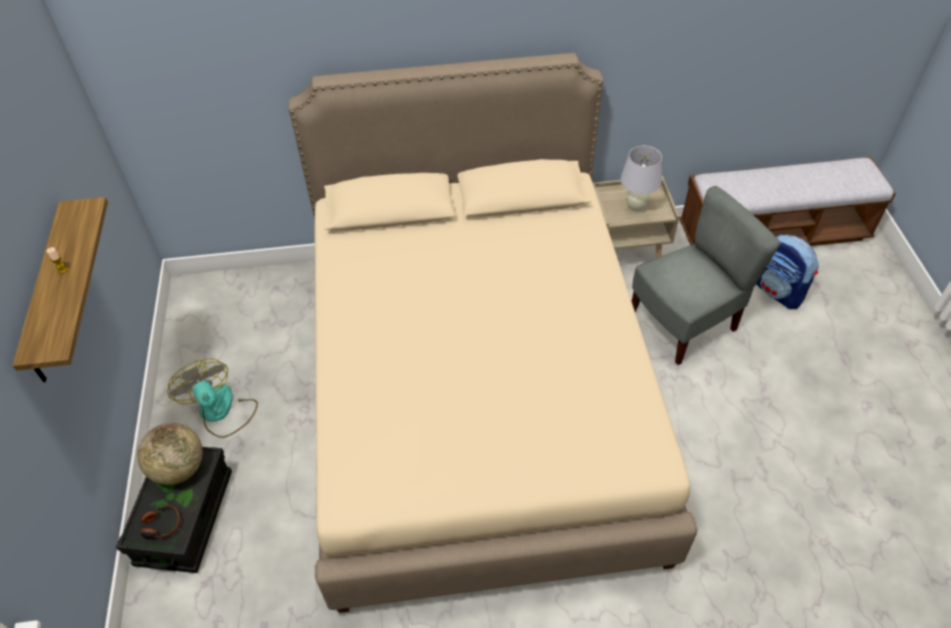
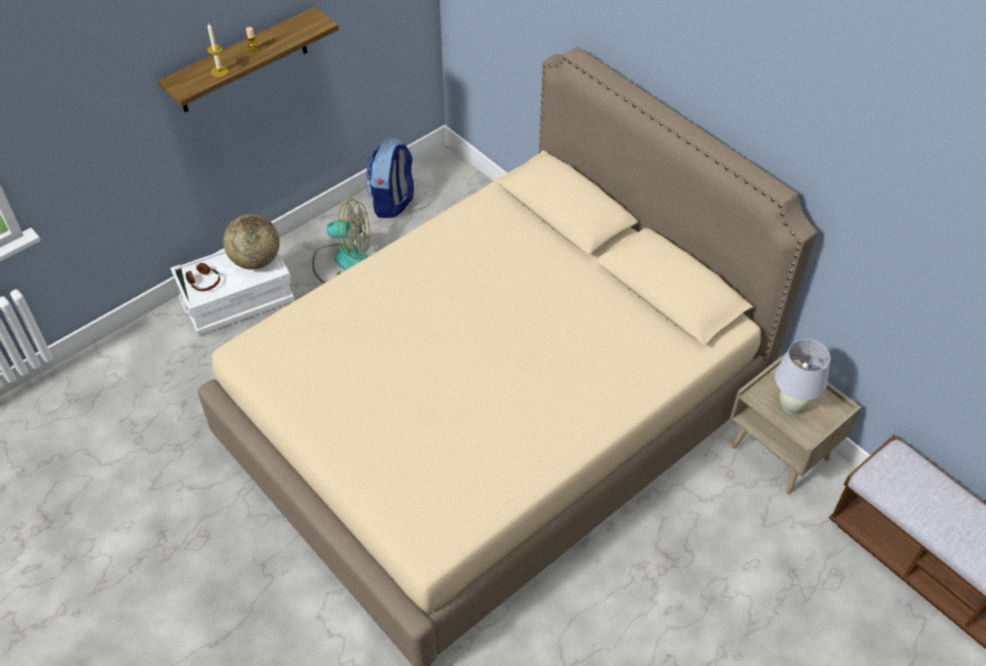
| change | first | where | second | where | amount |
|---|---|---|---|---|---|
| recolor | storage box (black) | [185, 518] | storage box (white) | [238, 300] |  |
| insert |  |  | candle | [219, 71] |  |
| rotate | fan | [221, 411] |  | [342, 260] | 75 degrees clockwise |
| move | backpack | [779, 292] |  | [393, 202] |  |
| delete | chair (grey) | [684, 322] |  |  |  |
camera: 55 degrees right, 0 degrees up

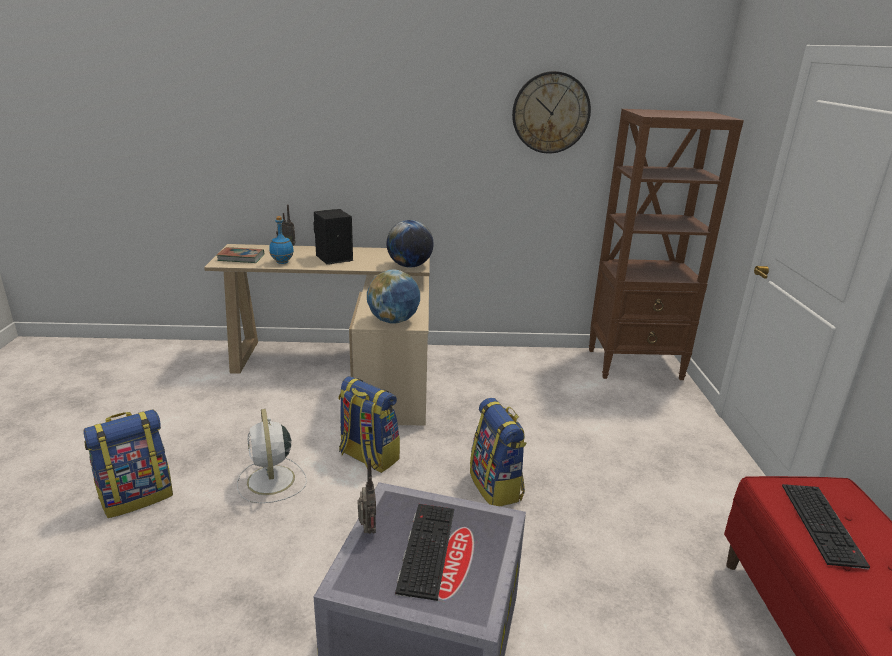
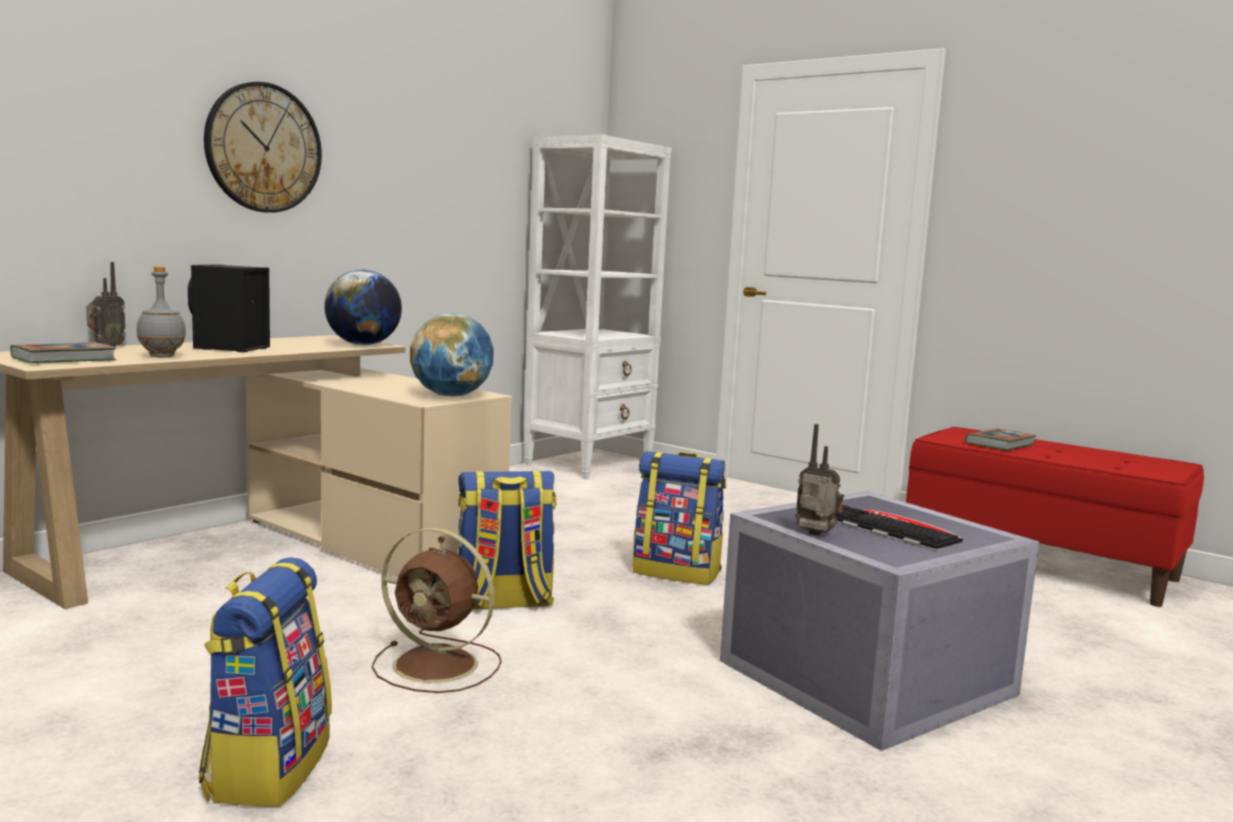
| change | first | where | second | where | amount |
|---|---|---|---|---|---|
| recolor | bottle (blue) | [282, 262] | bottle (grey) | [163, 356] |  |
| move | wall clock | [551, 113] |  | [263, 148] |  |
| recolor | fan (white) | [271, 481] | fan (brown) | [439, 665] |  |
| recolor | bookcase (brown) | [635, 364] | bookcase (white) | [589, 463] |  |
| replace | keyboard | [824, 525] | book | [1000, 444] |  |
camera: 50 degrees left, 15 degrees down

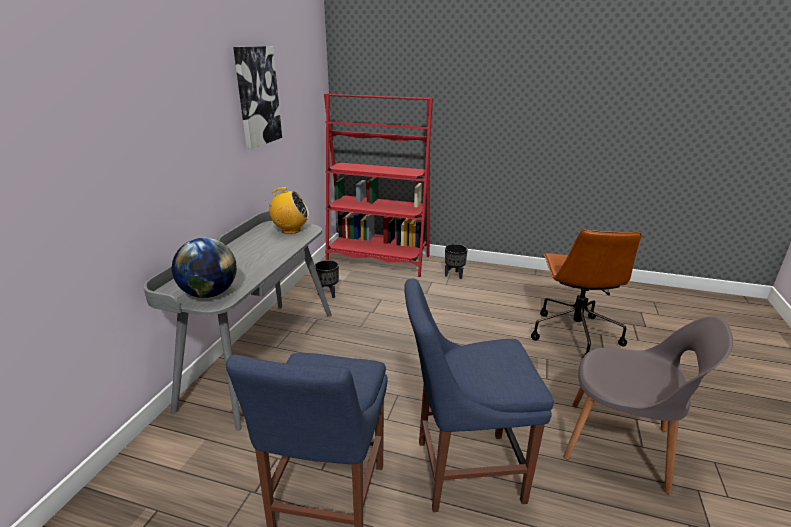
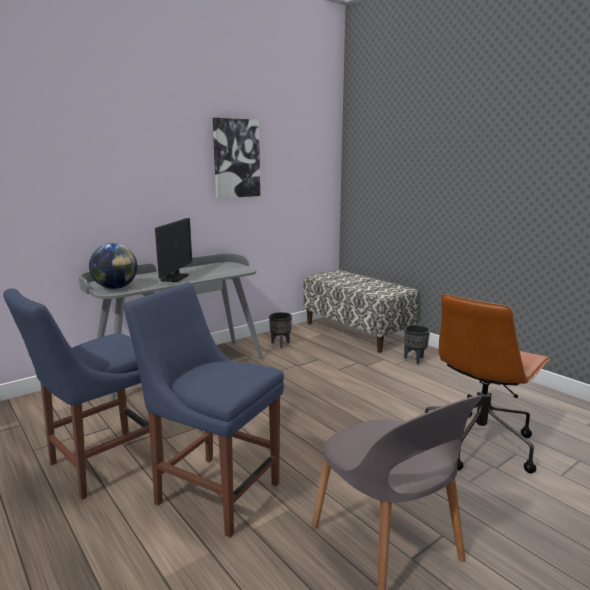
| change | first | where | second | where | amount |
|---|---|---|---|---|---|
| insert |  |  | monitor | [174, 278] |  |
| replace | bookcase (red) | [378, 260] | bench | [357, 332] |  |
| delete | radio | [290, 230] |  |  |  |
camera: 35 degrees right, 10 degrees down

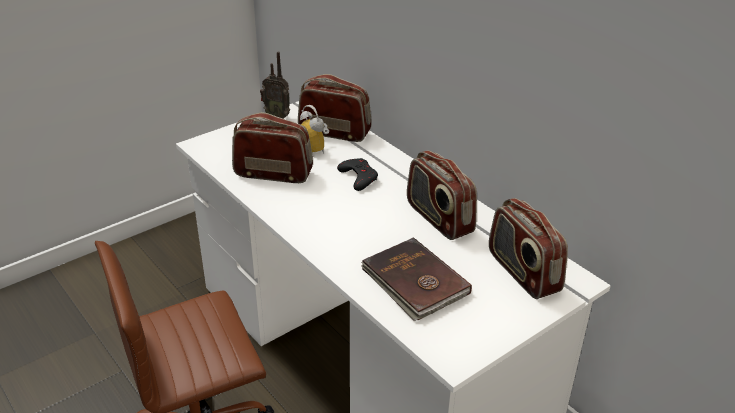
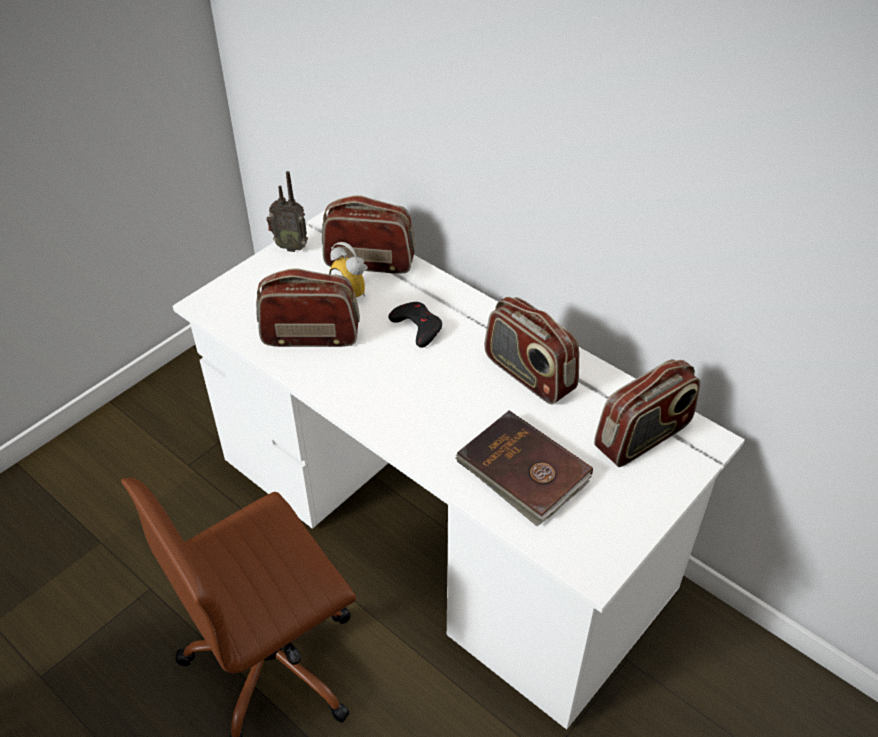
| change | first | where | second | where | amount |
|---|---|---|---|---|---|
| rotate | radio | [522, 272] |  | [643, 437] | 90 degrees counterclockwise |
camera: 10 degrees left, 10 degrees up

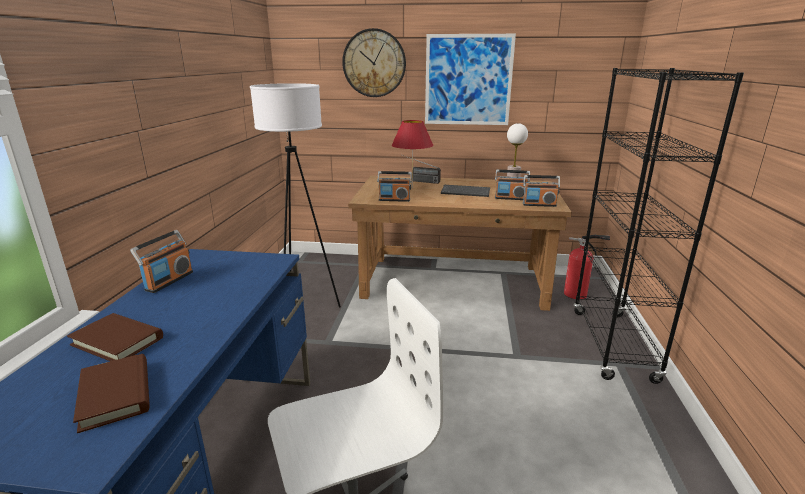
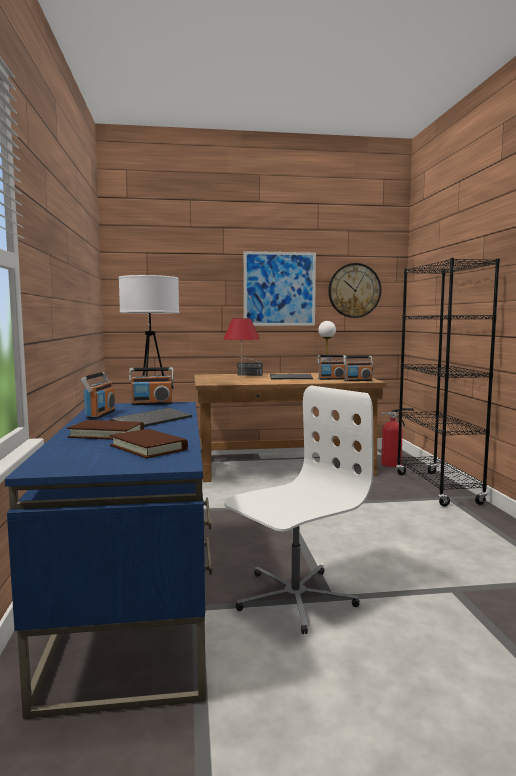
| change | first | where | second | where | amount |
|---|---|---|---|---|---|
| insert |  |  | keyboard | [152, 420] |  |
| move | radio | [394, 200] |  | [152, 404] |  |
| move | wall clock | [374, 63] |  | [354, 290] |  |
camera: 15 degrees left, 15 degrees down

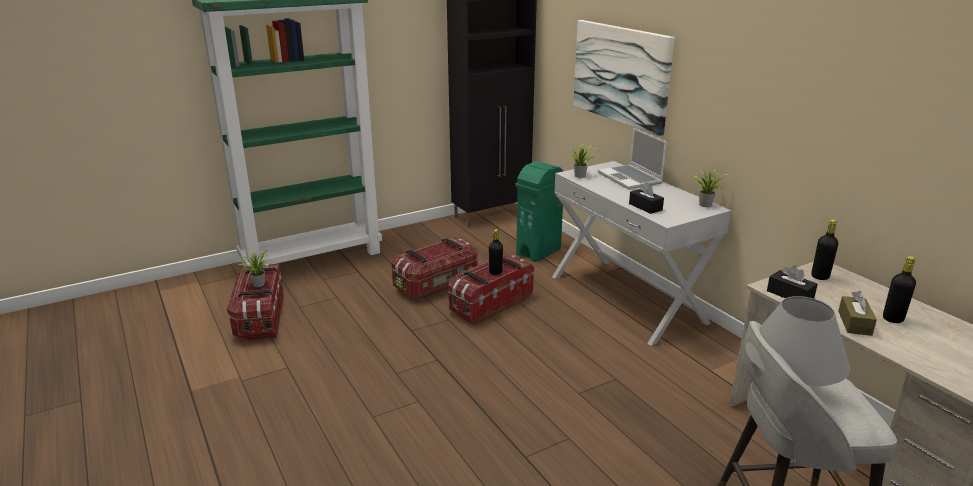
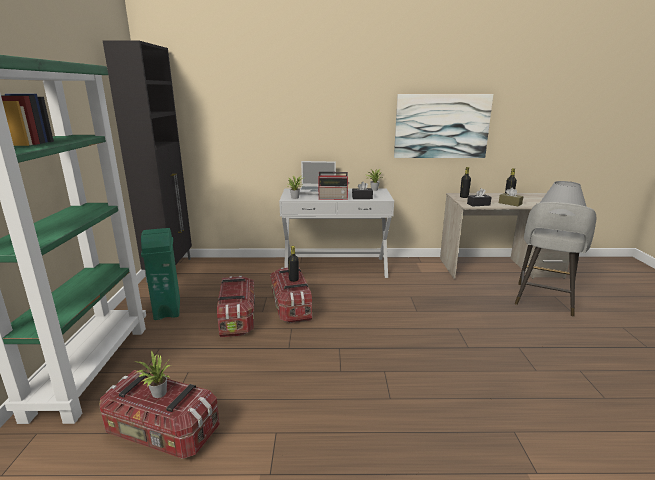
| change | first | where | second | where | amount |
|---|---|---|---|---|---|
| move | trash can (green) | [539, 252] |  | [167, 309] |  |
| insert |  |  | radio | [334, 198] |  |
| move | picture | [621, 74] |  | [441, 126] |  |
camera: 60 degrees left, 5 degrees down

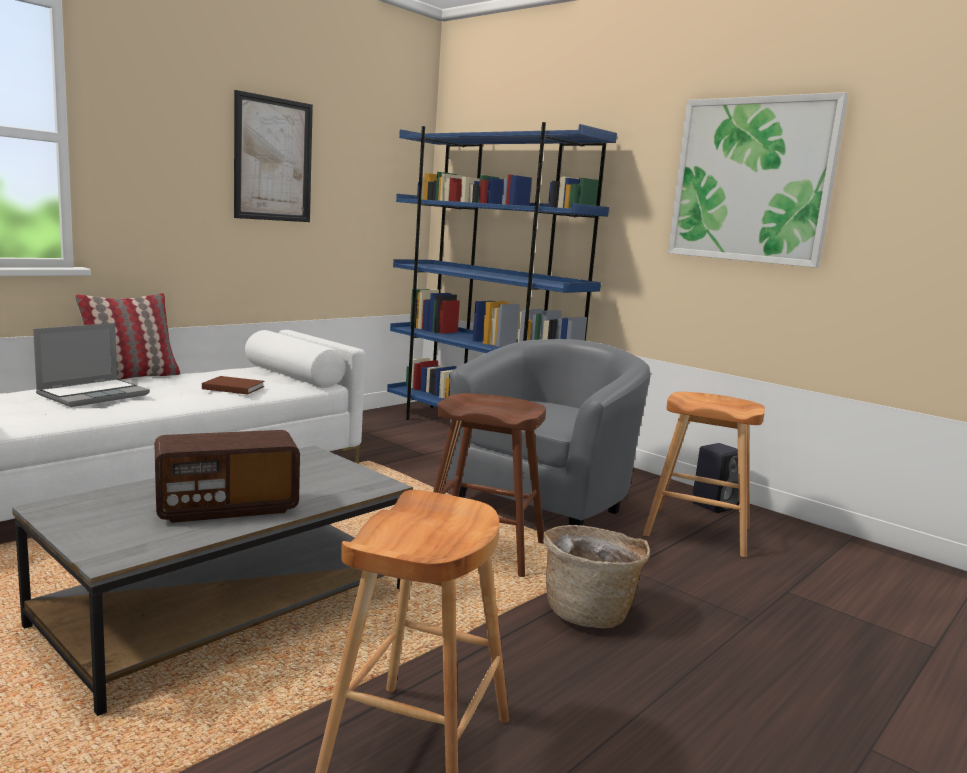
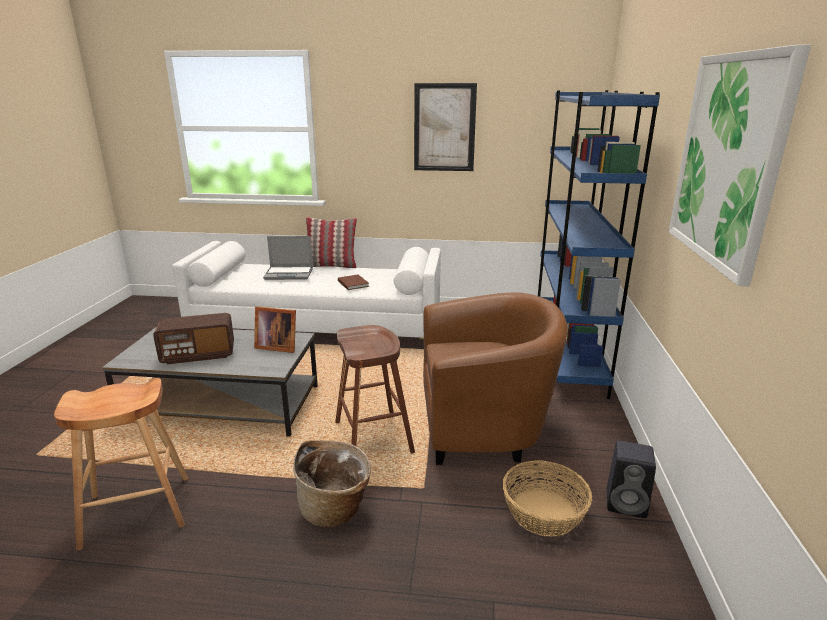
| change | first | where | second | where | amount |
|---|---|---|---|---|---|
| rotate | radio | [227, 508] |  | [198, 355] | 45 degrees counterclockwise |
| insert |  |  | picture frame | [276, 346] |  |
| recolor | armchair (grey) | [545, 502] | armchair (brown) | [485, 427] |  |
| replace | stool (brown) | [697, 532] | basket | [544, 512] |  |
camera: 55 degrees right, 10 degrees up

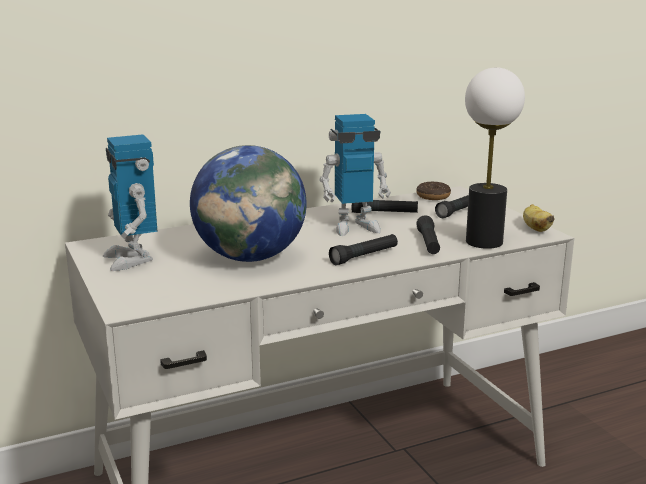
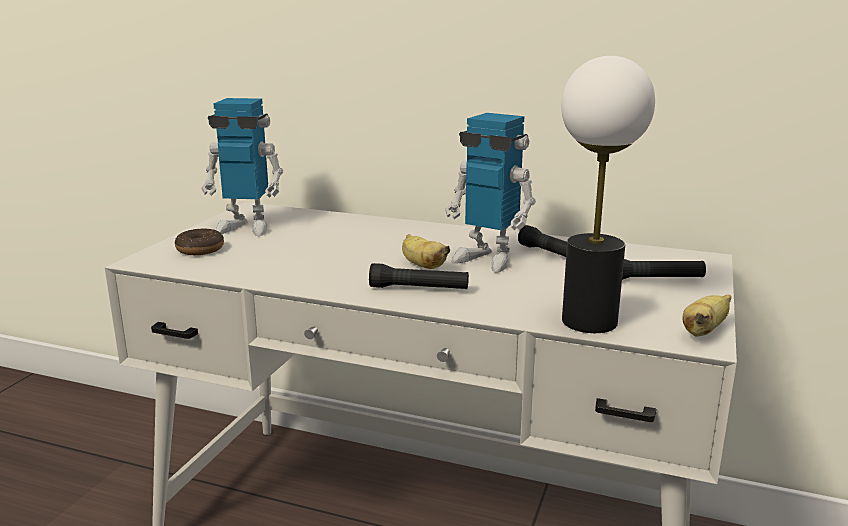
| change | first | where | second | where | amount |
|---|---|---|---|---|---|
| move | donut | [433, 196] |  | [200, 249] |  |
| rotate | toy robot | [132, 259] |  | [246, 227] | 105 degrees counterclockwise |
| insert |  |  | banana | [422, 265] |  |
| delete | globe | [250, 257] |  |  |  |
| delete | flashlight (black) | [428, 243] |  |  |  |
camera: 45 degrees right, 0 degrees up

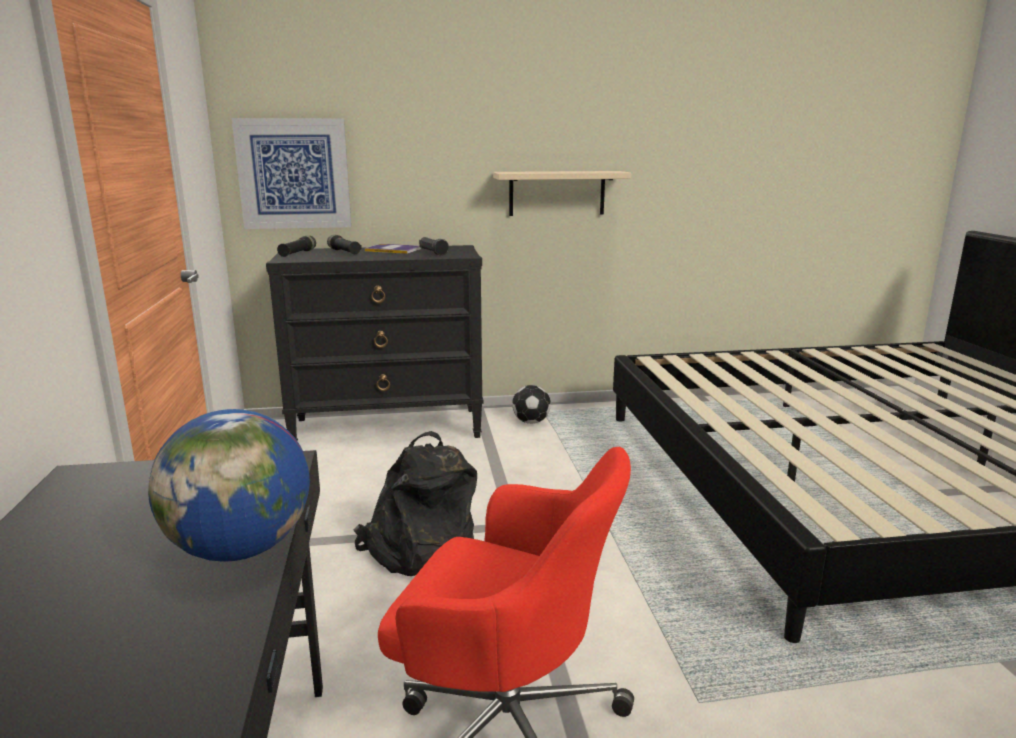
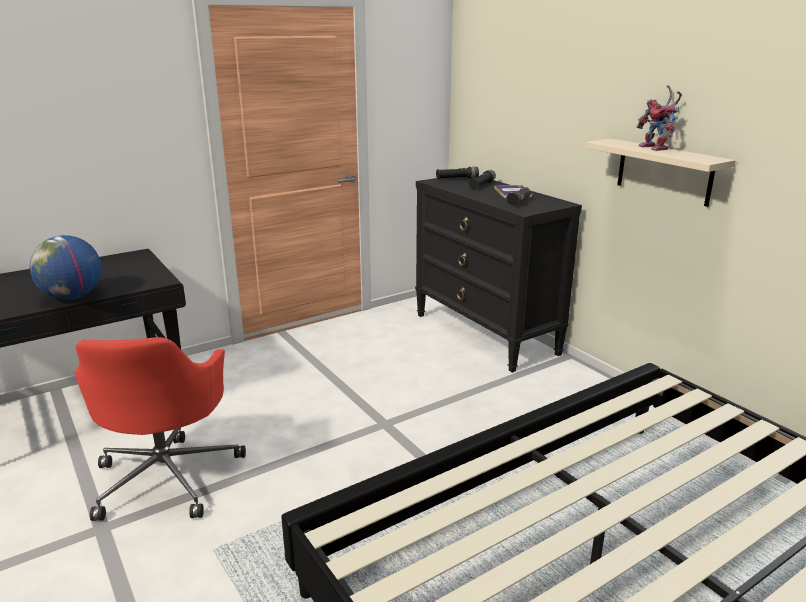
| change | first | where | second | where | amount |
|---|---|---|---|---|---|
| insert |  |  | toy robot | [656, 148] |  |
| delete | picture | [294, 174] |  |  |  |
| delete | backpack (black) | [419, 548] |  |  |  |
| delete | football | [531, 422] |  |  |  |
camera: 65 degrees right, 5 degrees up

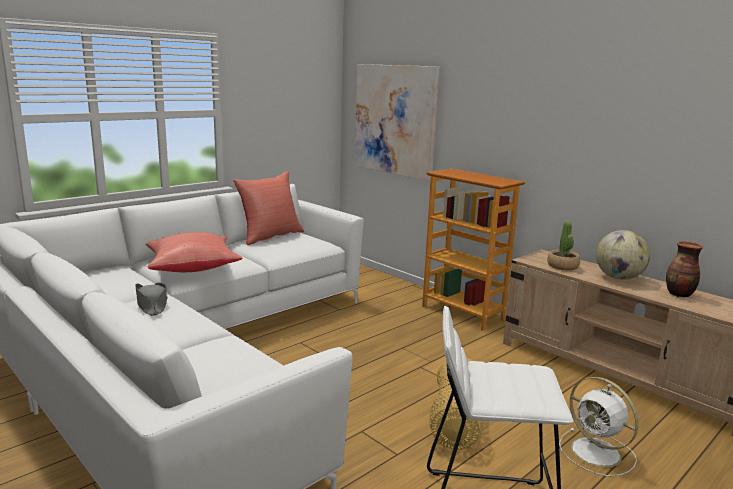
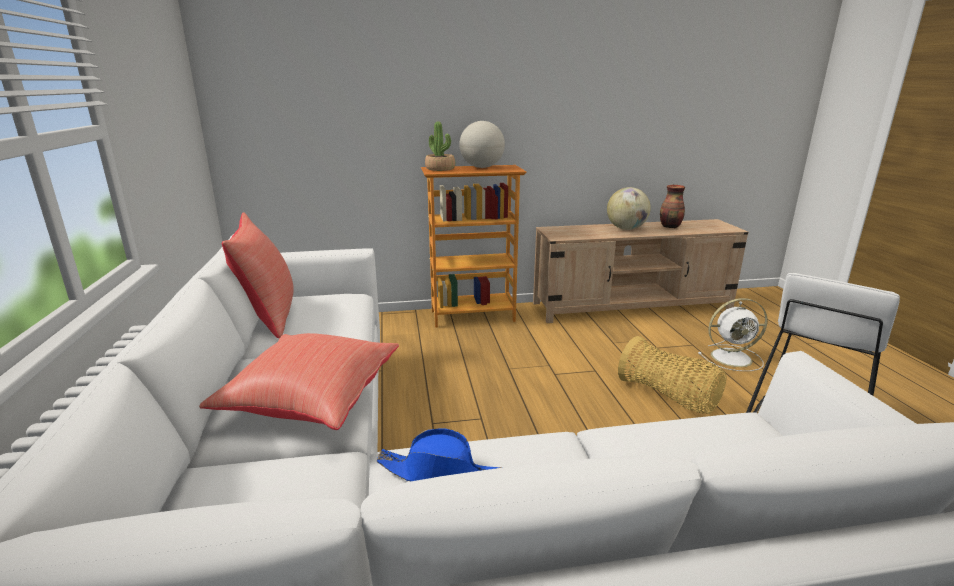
| change | first | where | second | where | amount |
|---|---|---|---|---|---|
| recolor | hat (grey) | [152, 305] | hat (blue) | [440, 472] |  |
| move | potted plant | [563, 266] |  | [440, 169] |  |
| insert |  |  | globe | [481, 167] |  |
| delete | picture | [395, 120] |  |  |  |
camera: 55 degrees left, 5 degrees up

